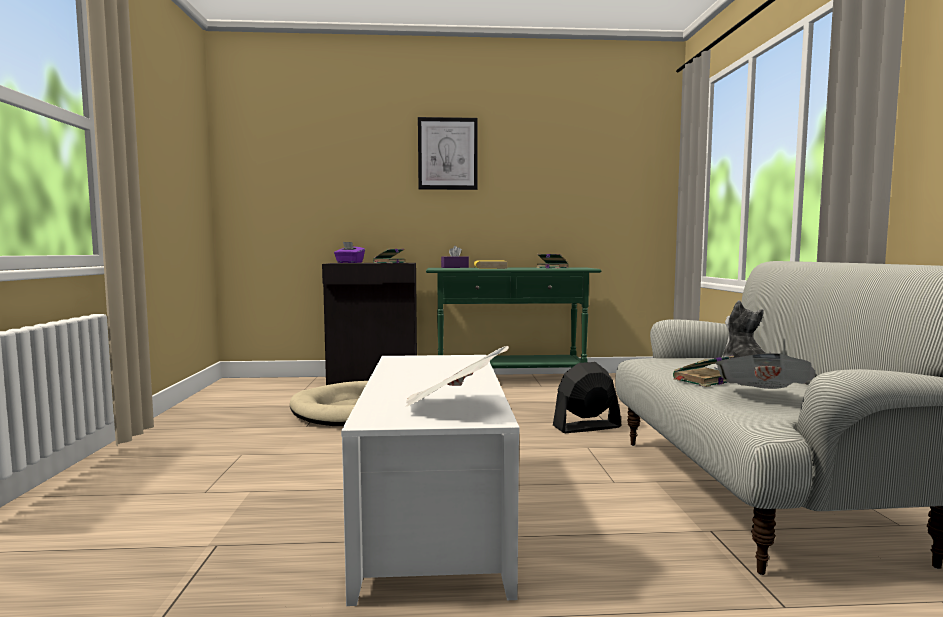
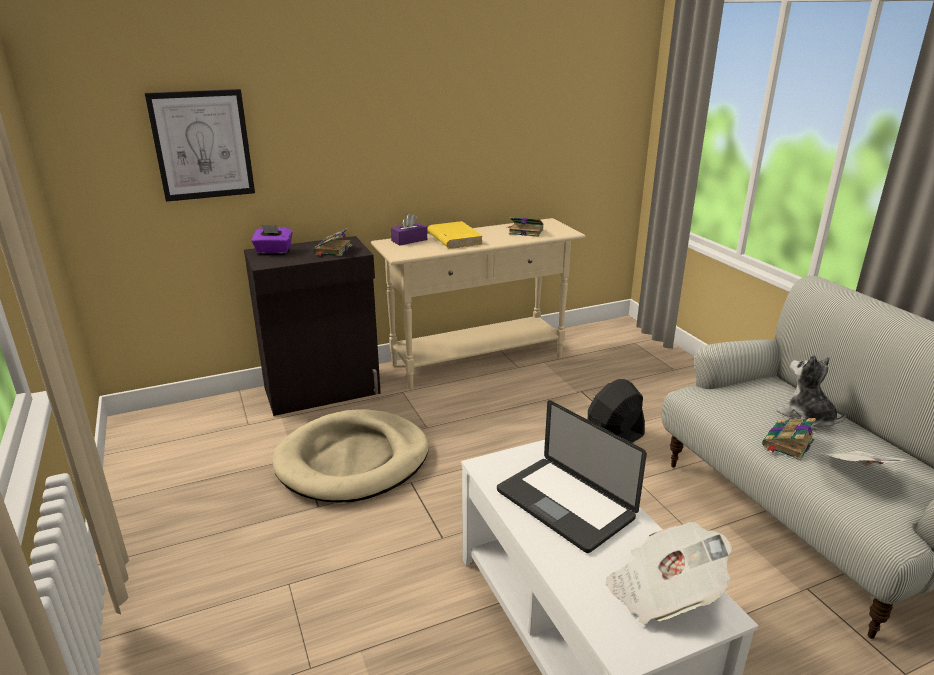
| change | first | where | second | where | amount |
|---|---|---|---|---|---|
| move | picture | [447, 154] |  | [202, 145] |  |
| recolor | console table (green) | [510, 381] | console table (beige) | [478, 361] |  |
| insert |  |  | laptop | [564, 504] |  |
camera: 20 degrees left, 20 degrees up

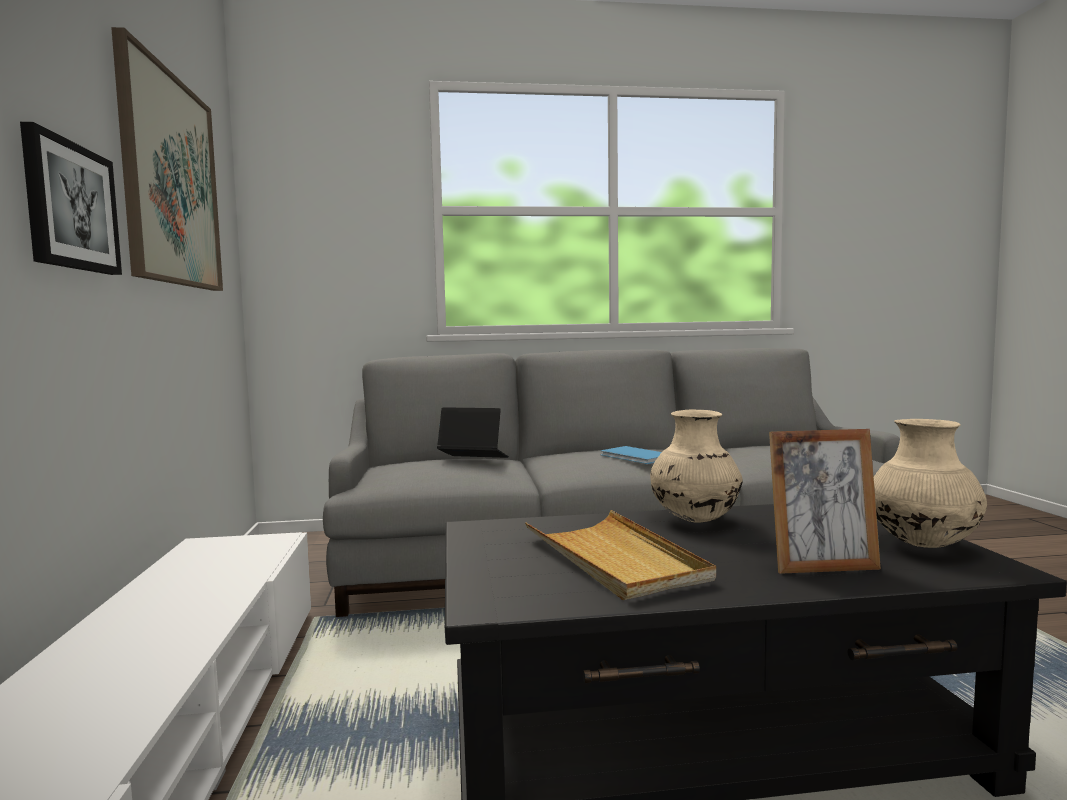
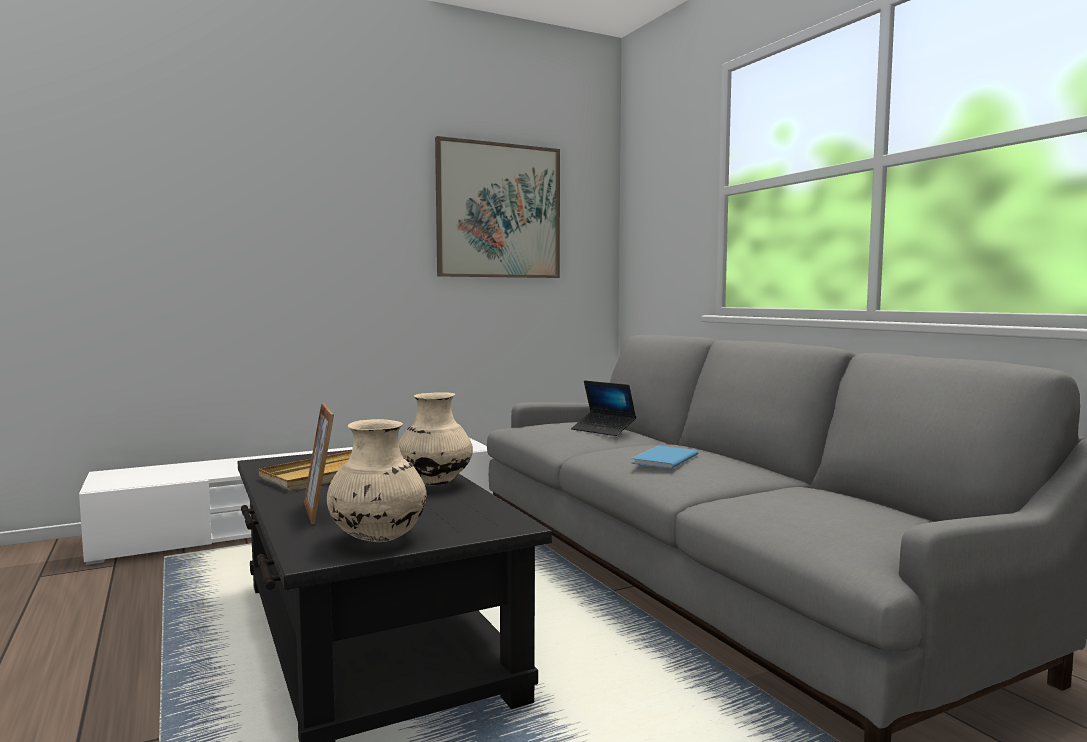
| change | first | where | second | where | amount |
|---|---|---|---|---|---|
| rotate | laptop | [473, 460] |  | [603, 430] | 135 degrees clockwise |
| delete | picture | [70, 207] |  |  |  |
camera: 70 degrees right, 0 degrees up

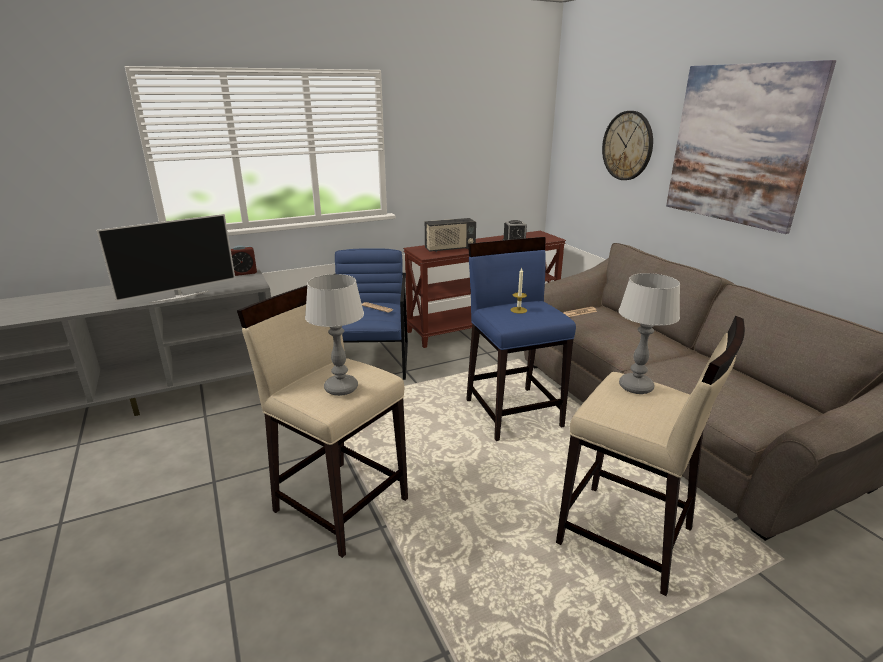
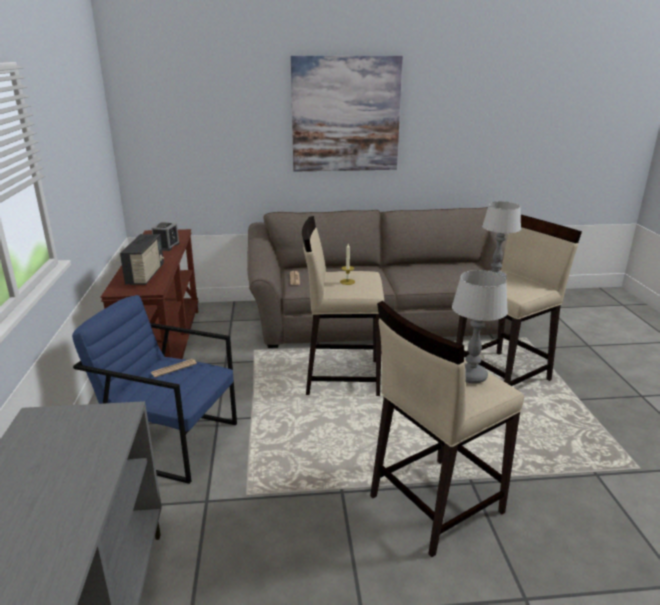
| change | first | where | second | where | amount |
|---|---|---|---|---|---|
| recolor | stool (blue) | [513, 412] | stool (beige) | [341, 377] |  |
| delete | television | [179, 297] |  |  |  |
| delete | alarm clock | [243, 273] |  |  |  |
| delete | wall clock | [627, 146] |  |  |  |
camera: 70 degrees left, 0 degrees up

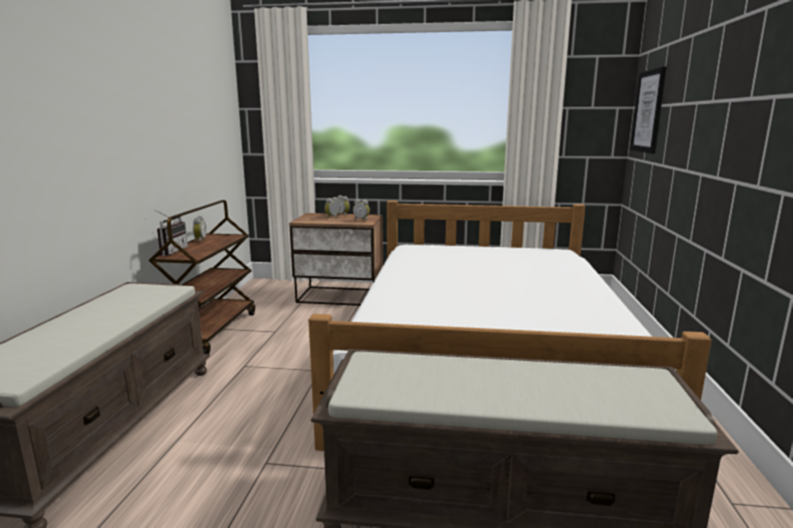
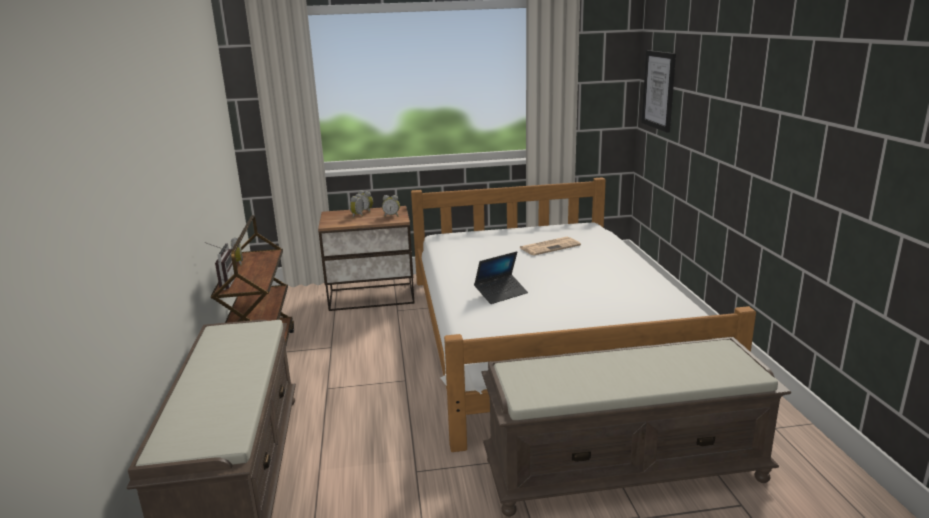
| change | first | where | second | where | amount |
|---|---|---|---|---|---|
| insert |  |  | laptop | [501, 293] |  |
| insert |  |  | newspaper | [550, 246] |  |
camera: 15 degrees left, 5 degrees up

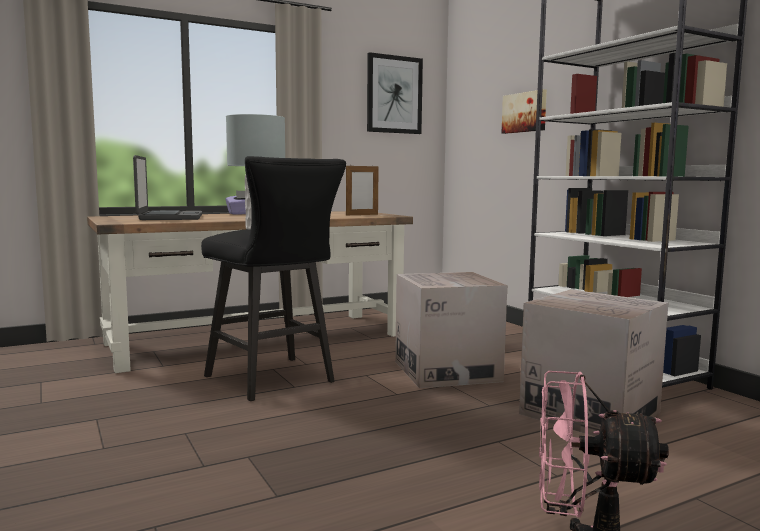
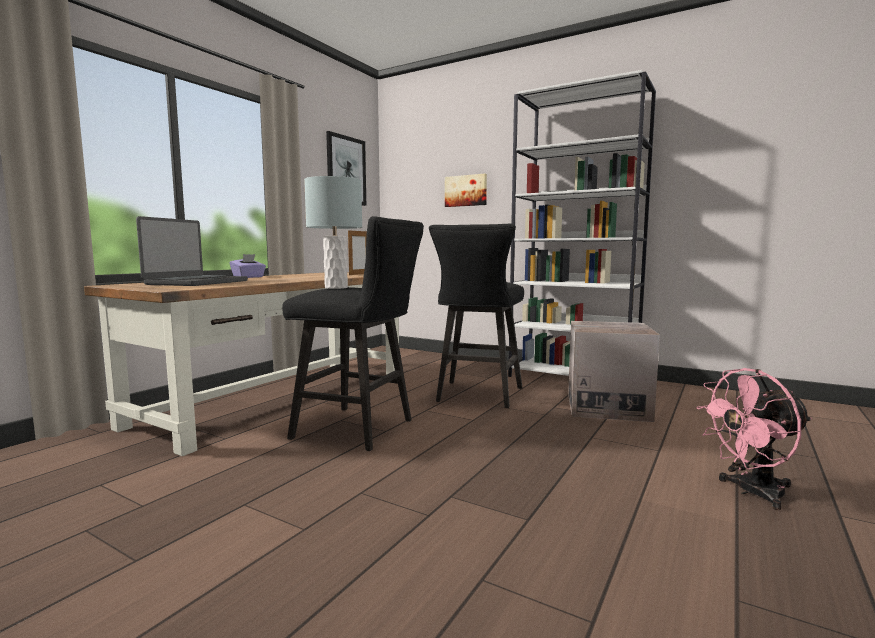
| change | first | where | second | where | amount |
|---|---|---|---|---|---|
| rotate | laptop | [170, 217] |  | [196, 282] | 60 degrees clockwise |
| replace | cardboard box | [446, 371] | stool (black) | [477, 396] |  |
camera: 30 degrees left, 0 degrees up

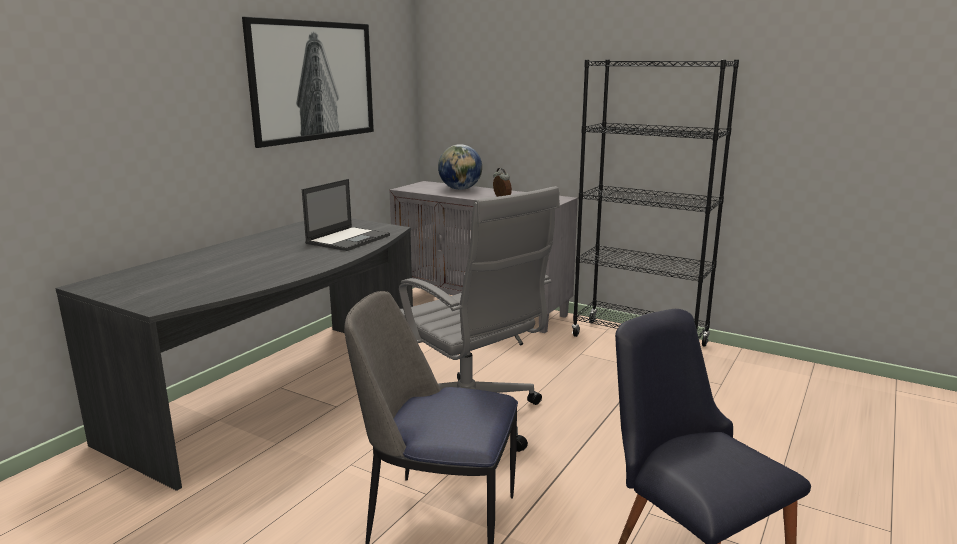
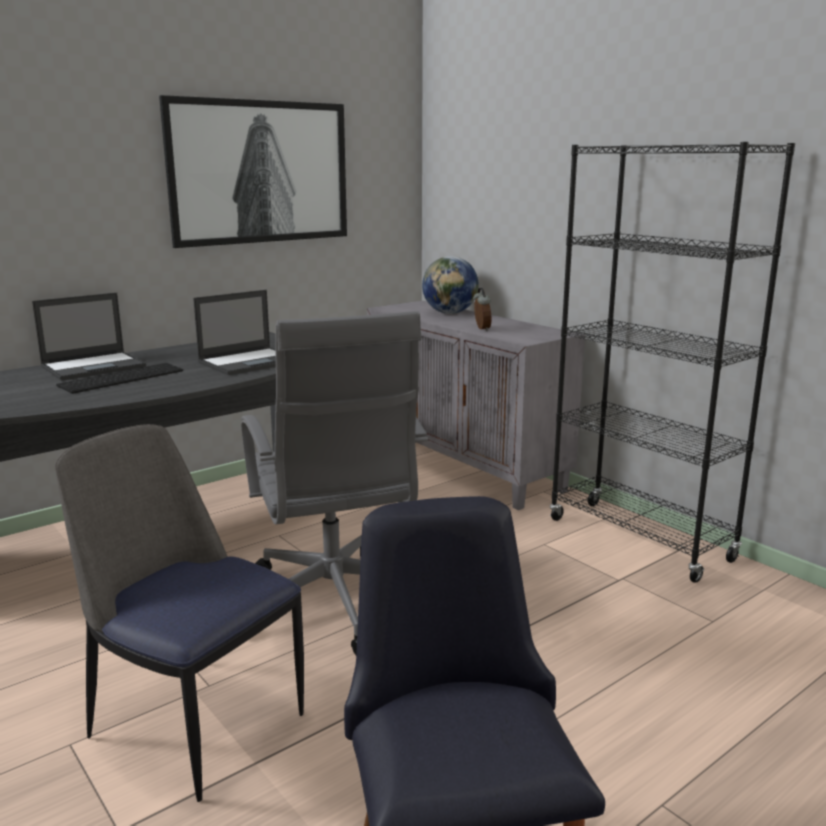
| change | first | where | second | where | amount |
|---|---|---|---|---|---|
| insert |  |  | laptop | [95, 366] |  |
| insert |  |  | keyboard | [122, 377] |  |
camera: 20 degrees right, 0 degrees up

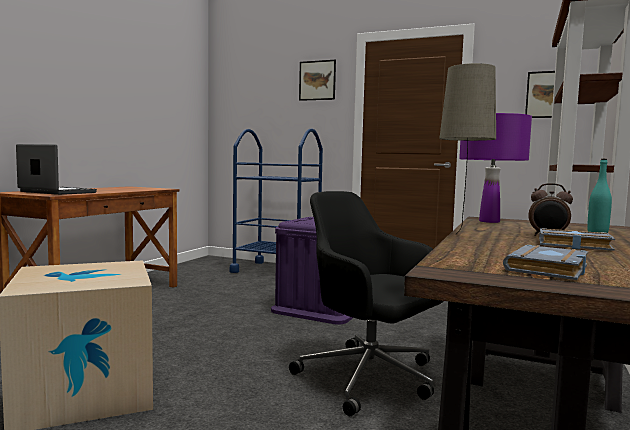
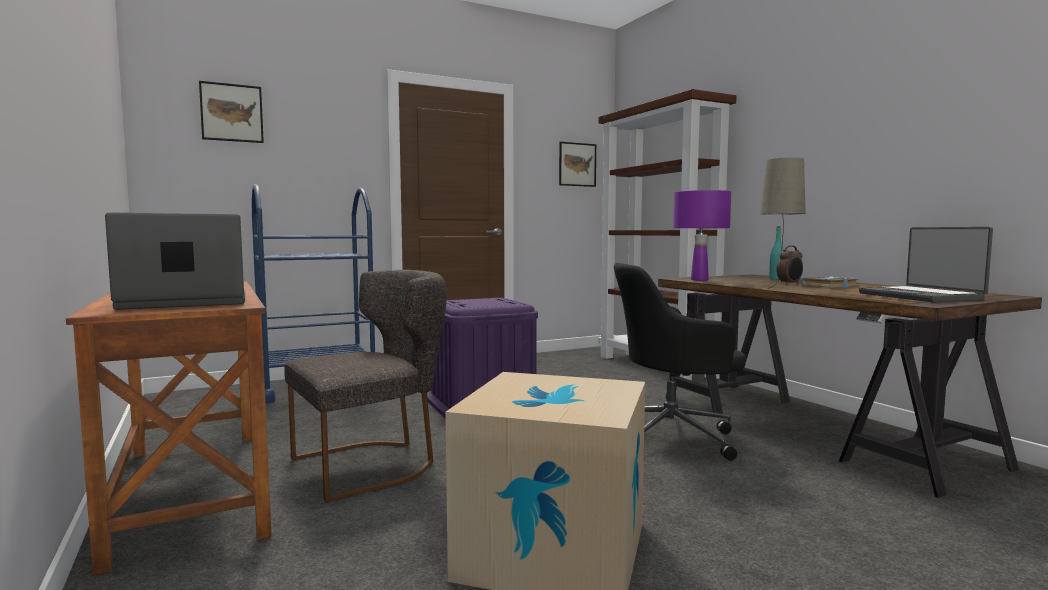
| change | first | where | second | where | amount |
|---|---|---|---|---|---|
| move | picture | [317, 80] |  | [232, 112] |  |
| insert |  |  | chair (grey) | [373, 464] |  |
| replace | book (grey) | [549, 270] | laptop | [921, 296] |  |
camera: 50 degrees left, 0 degrees up

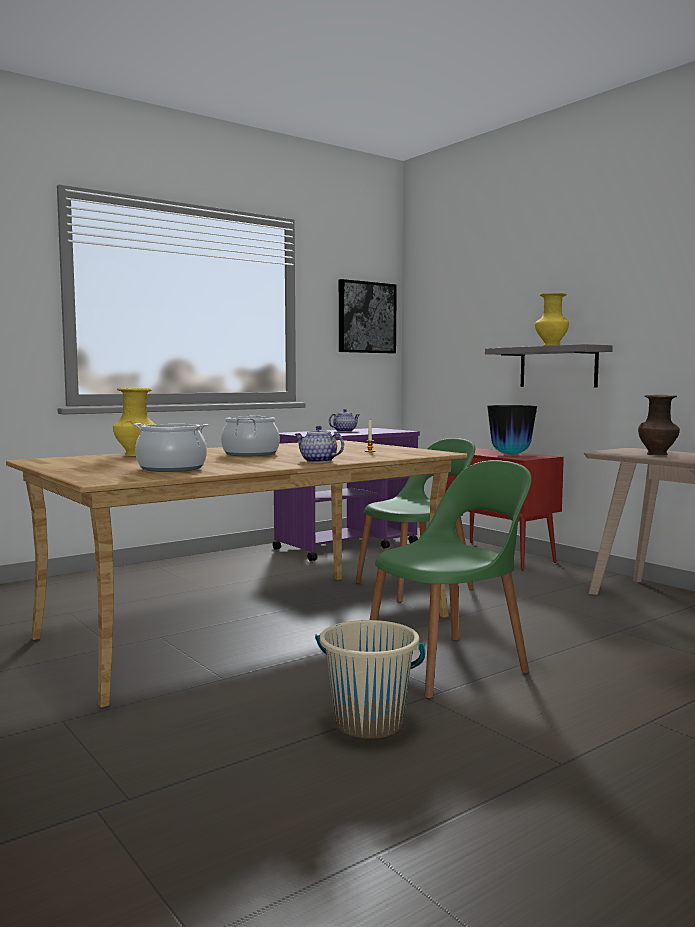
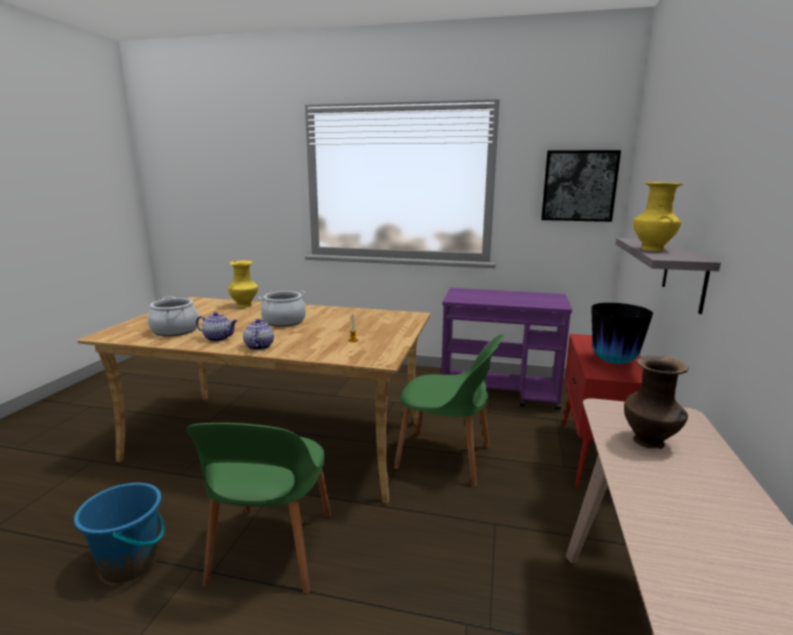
| change | first | where | second | where | amount |
|---|---|---|---|---|---|
| recolor | bucket (beige) | [369, 723] | bucket (blue) | [130, 563] |  |
| rotate | chair (green) | [448, 665] |  | [271, 551] | 75 degrees clockwise |
| move | teapot | [344, 431] |  | [219, 338] |  |
camera: 50 degrees right, 10 degrees up

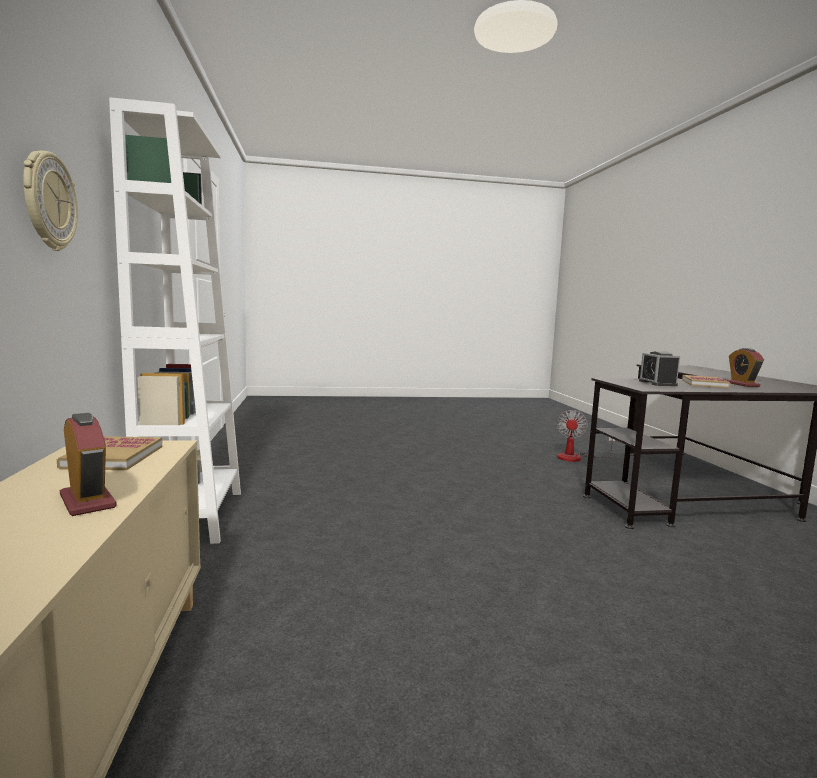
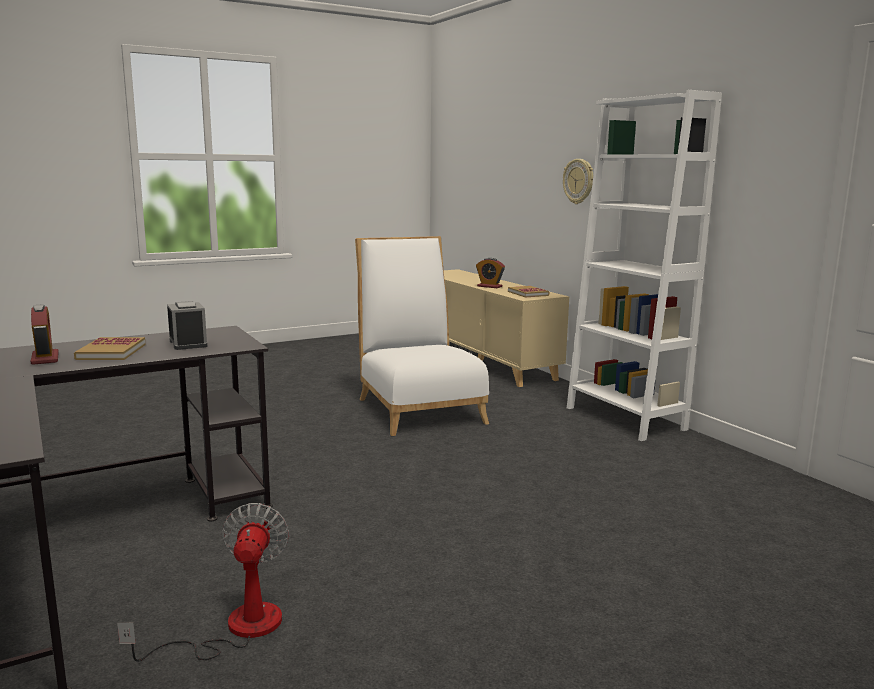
| change | first | where | second | where | amount |
|---|---|---|---|---|---|
| insert |  |  | chair (white) | [418, 408] |  |
camera: 160 degrees right, 5 degrees up

